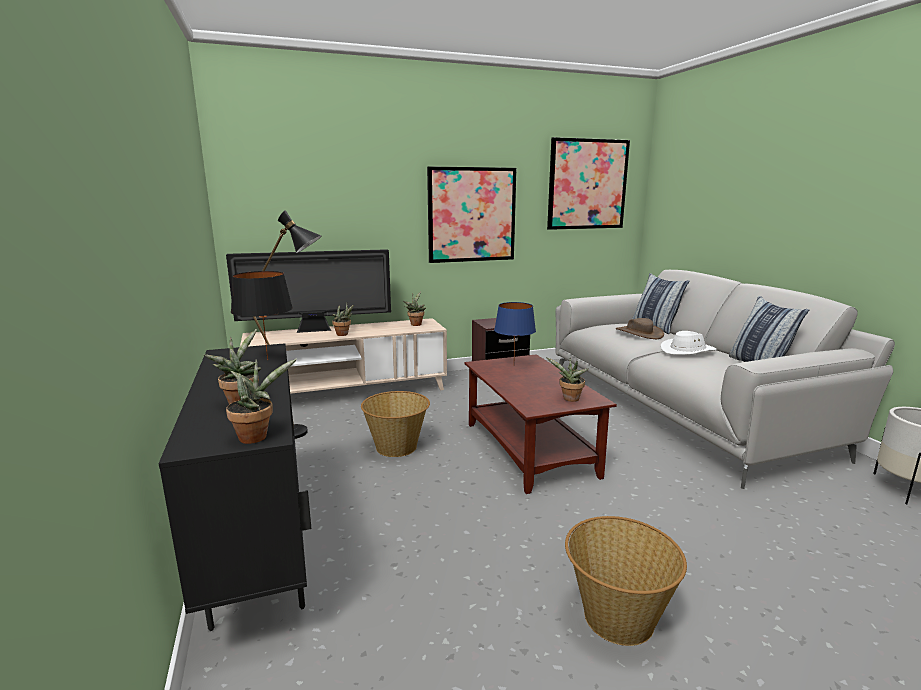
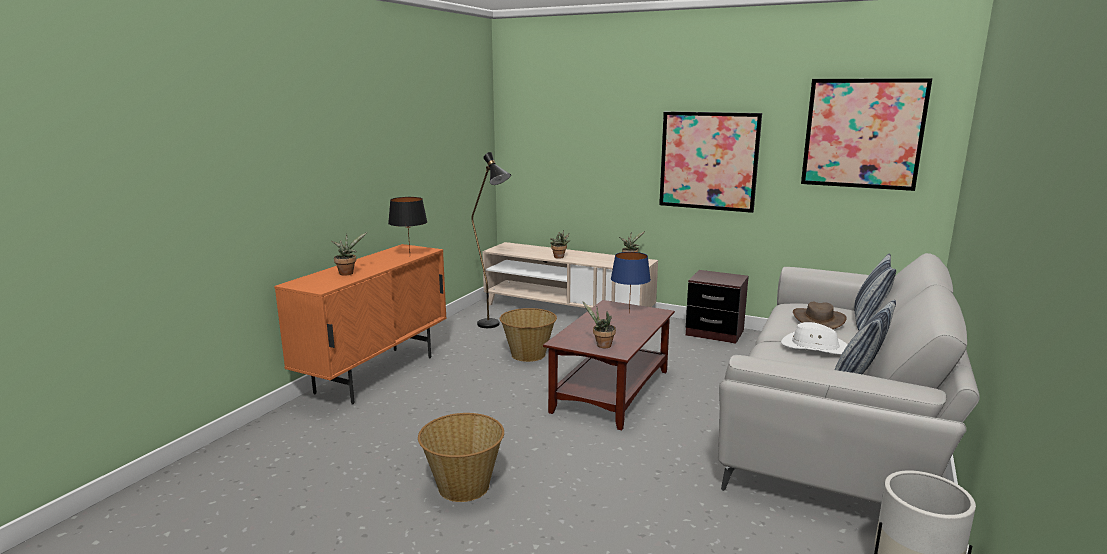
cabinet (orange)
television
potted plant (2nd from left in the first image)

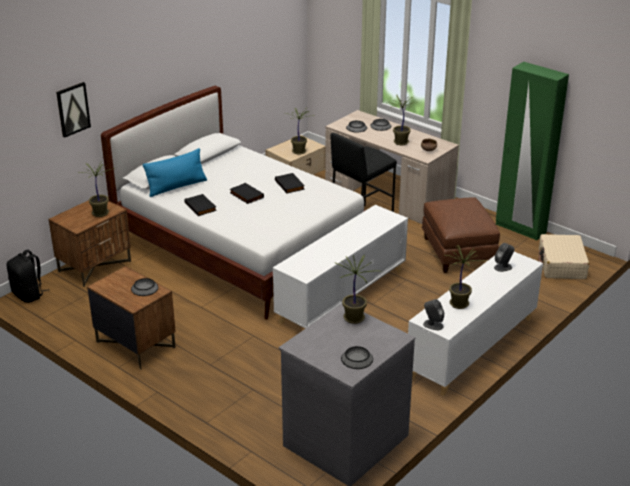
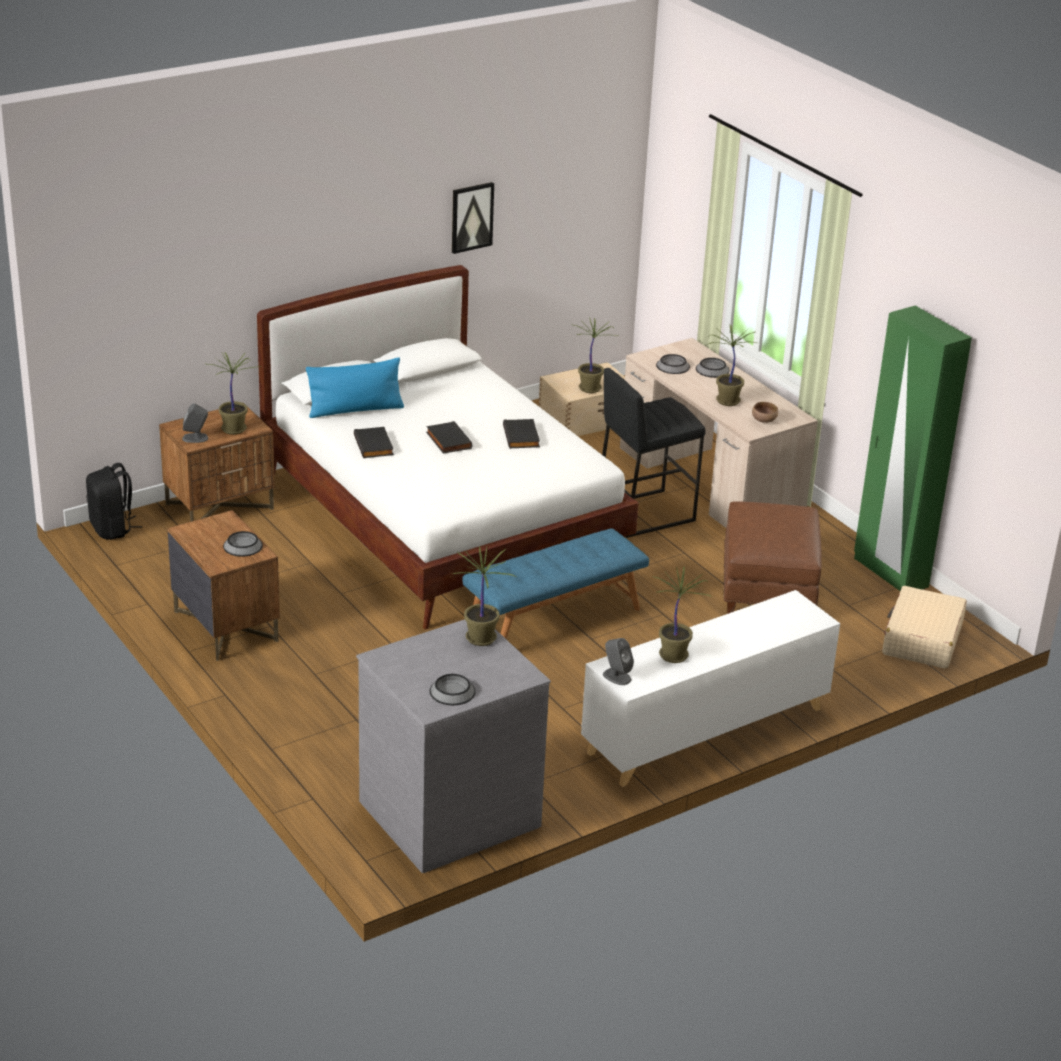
picture
bench (blue)
speaker (grey) (1st from left)

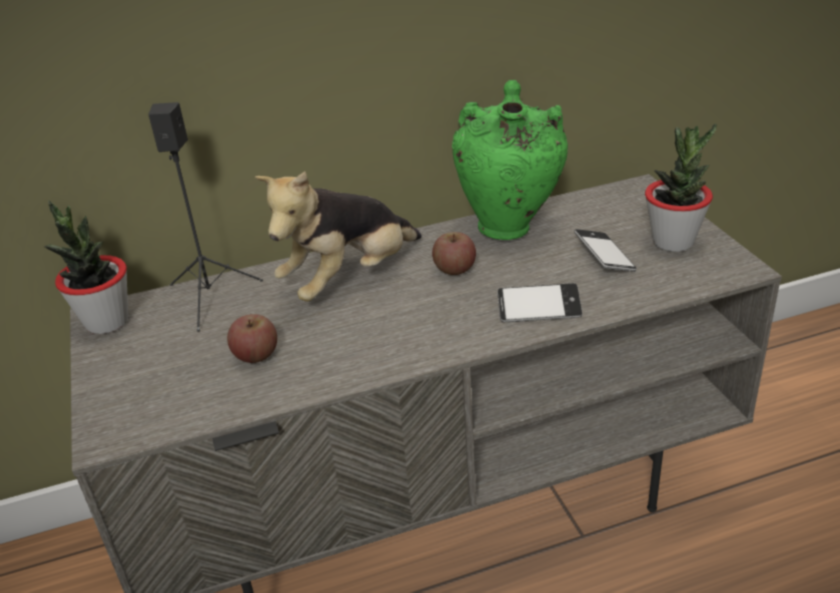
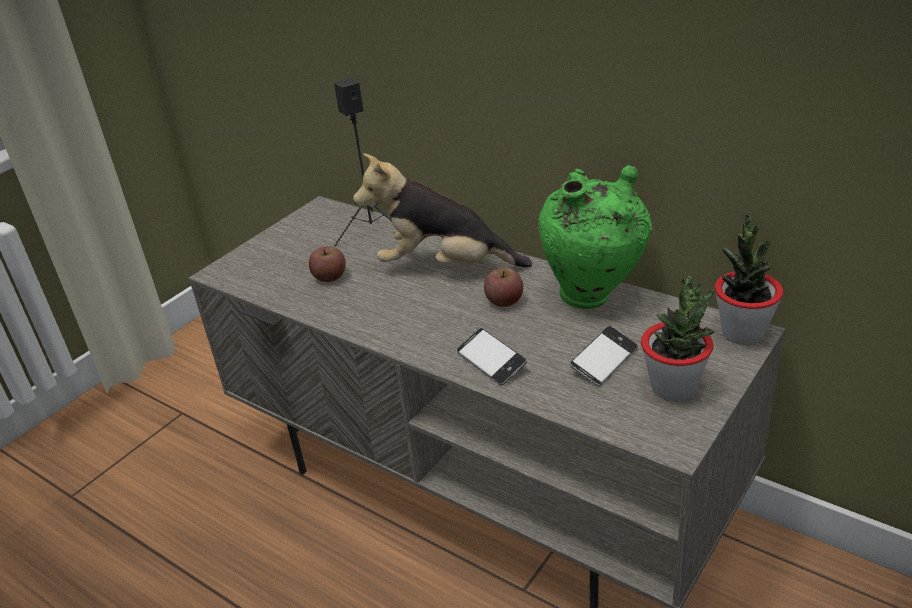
potted plant (2nd from left)

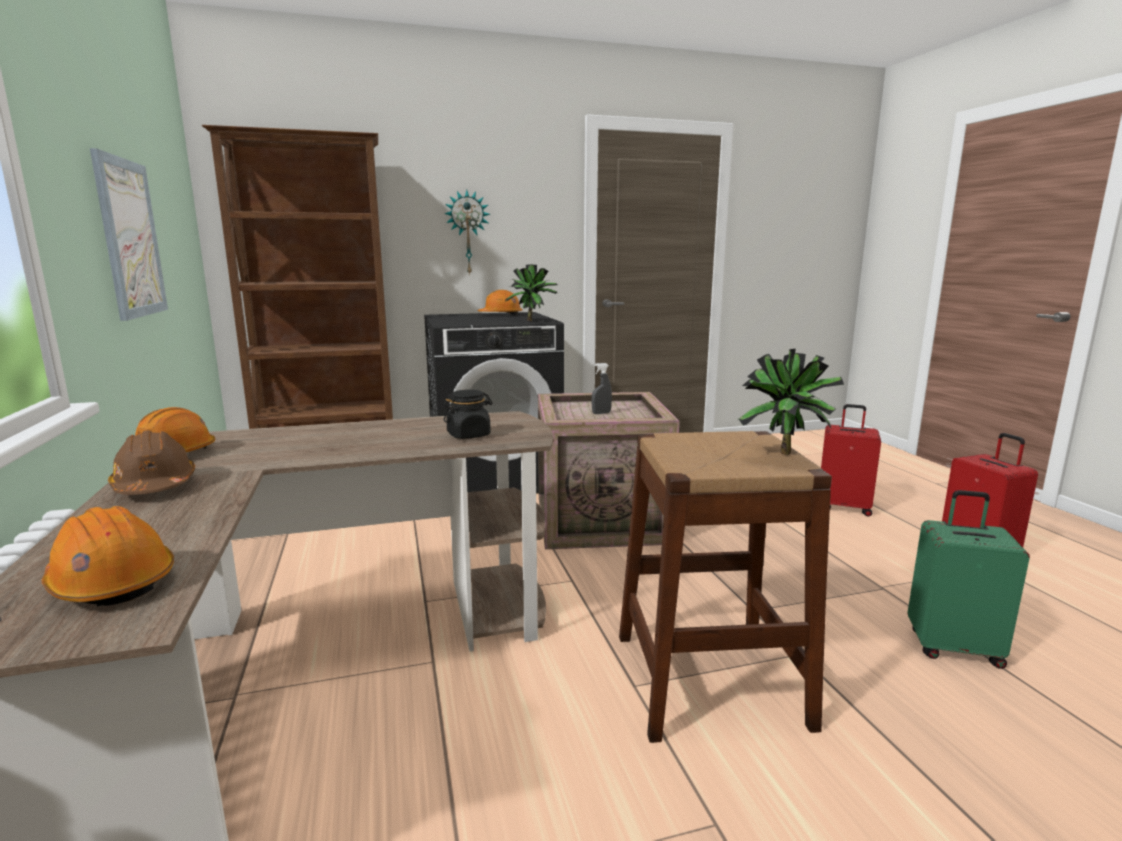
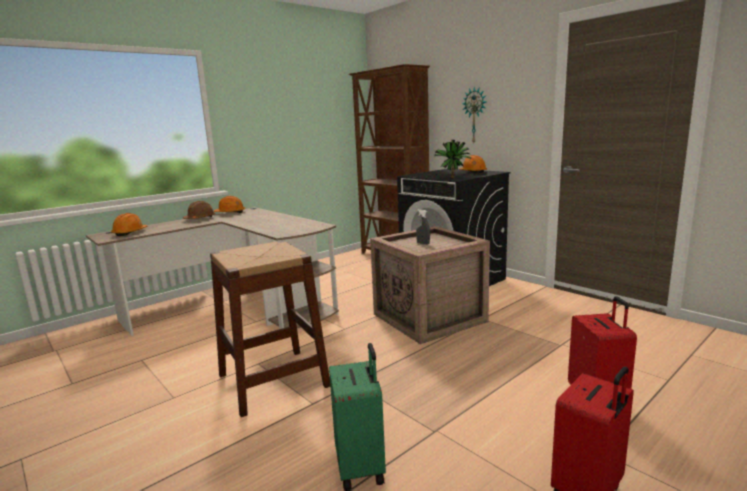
picture
jar (black)
potted plant (2nd from left in the first image)

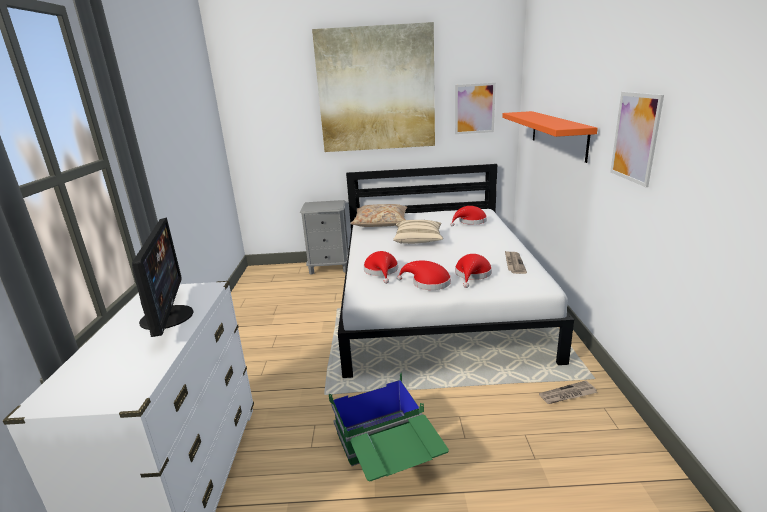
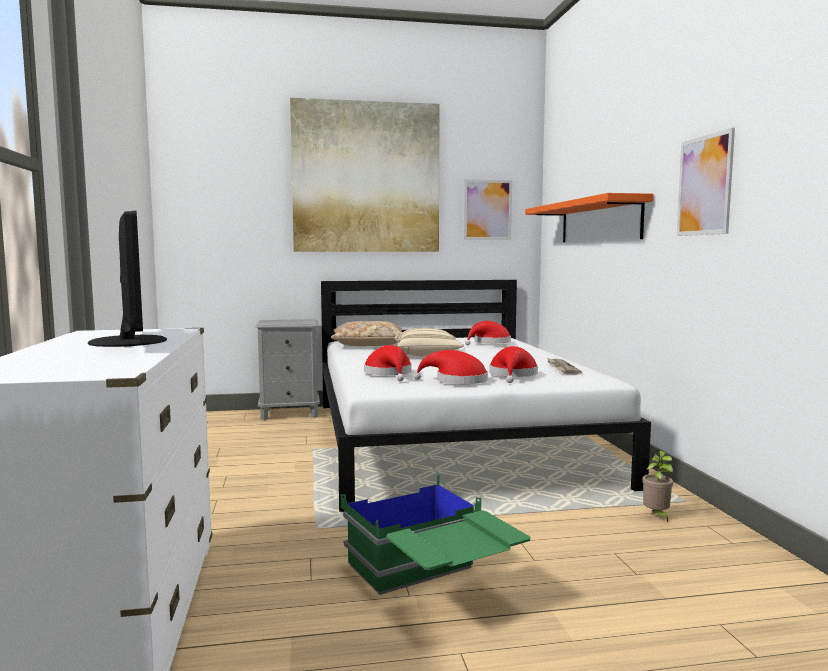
potted plant

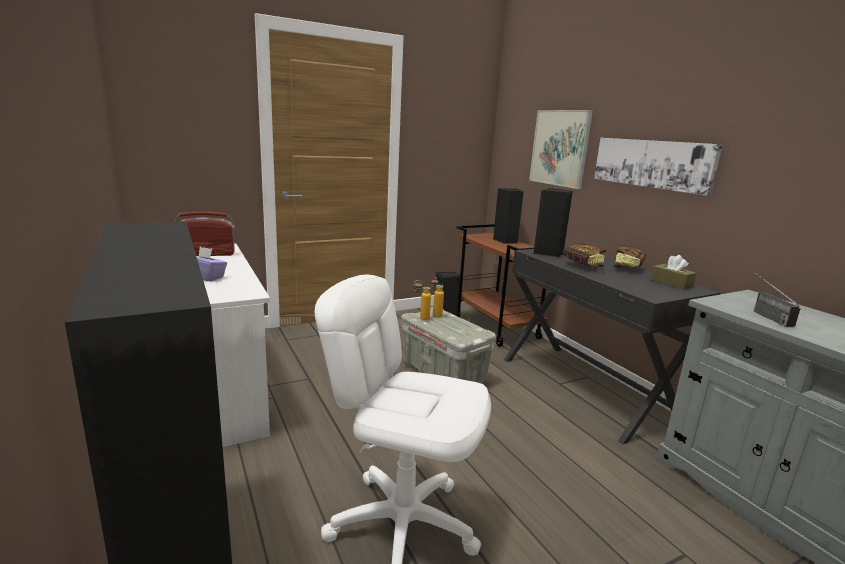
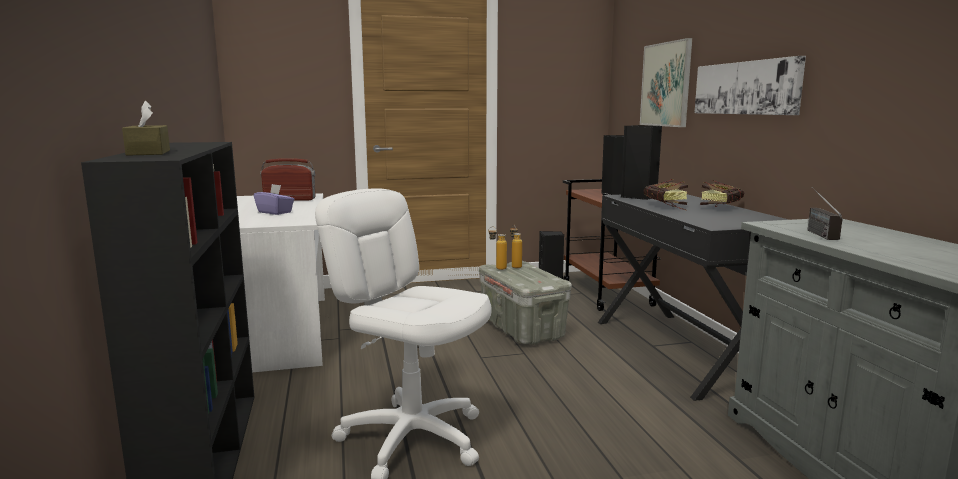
tissue box (brown)

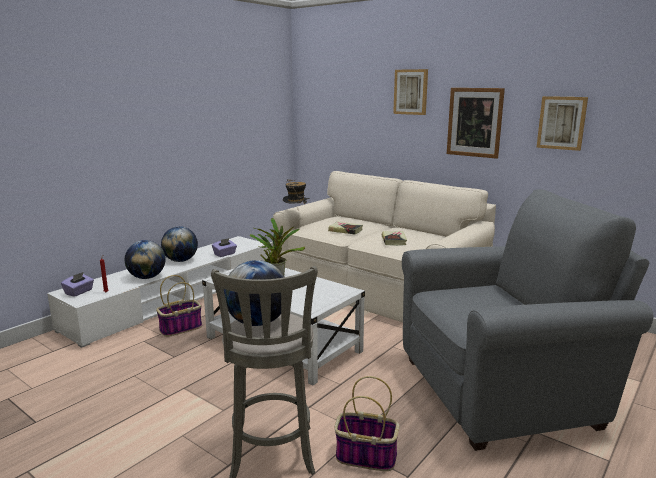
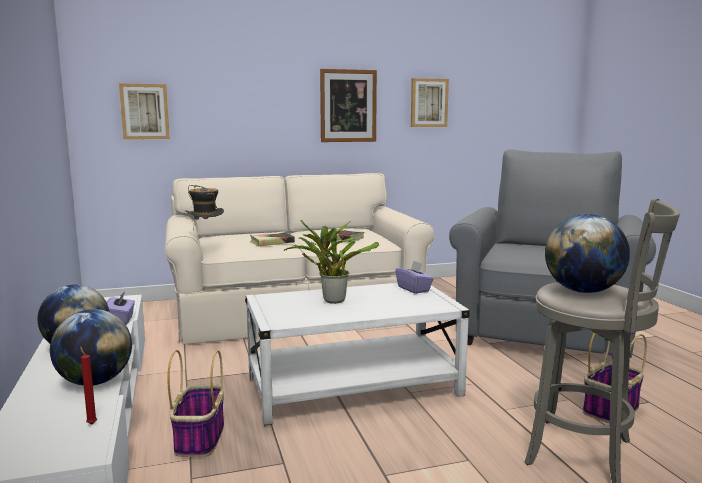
tissue box (purple) (2nd from left)
picture (1st from left)

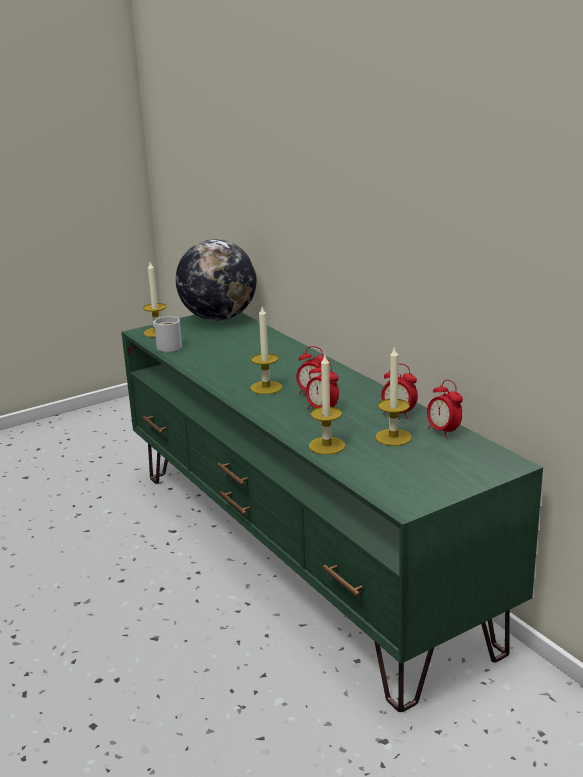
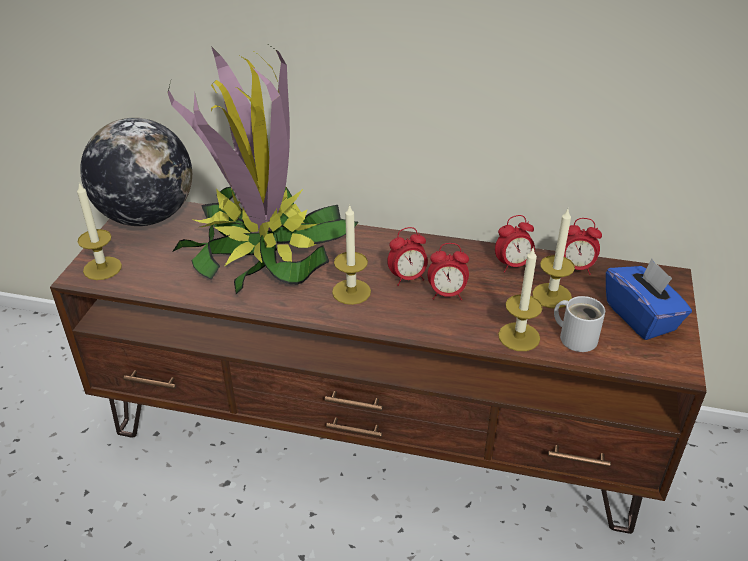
tv stand (brown)
mug (white)
potted plant
tissue box (blue)

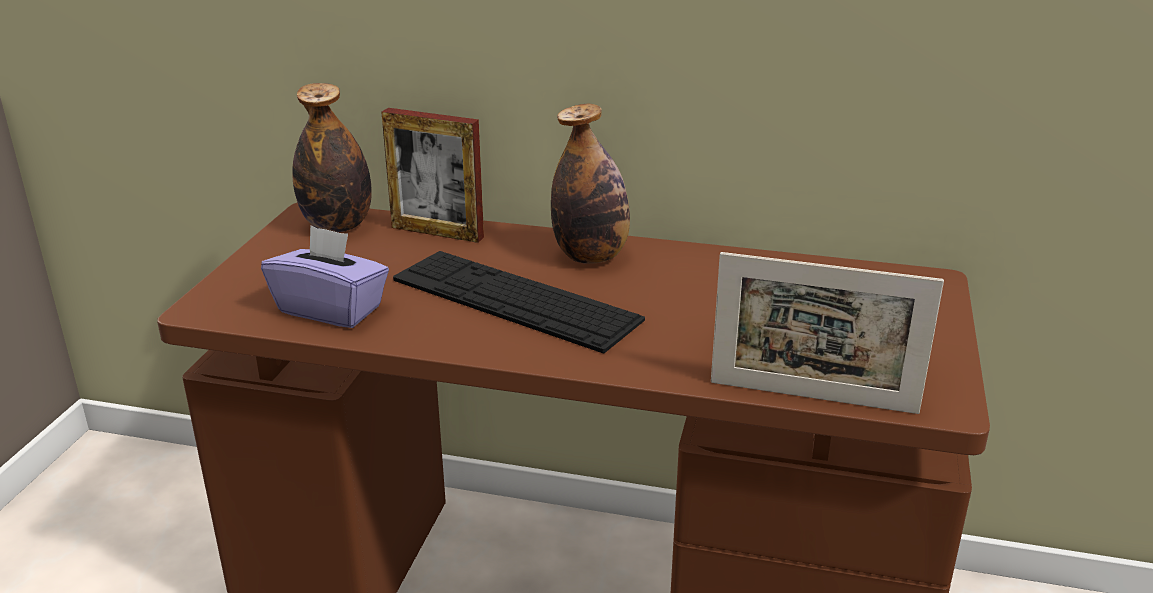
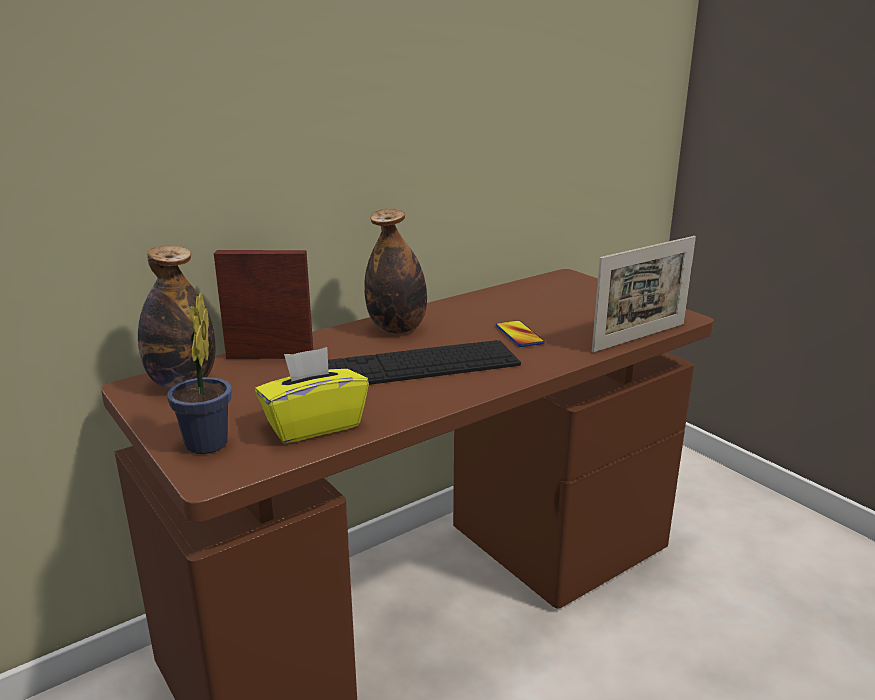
tissue box (yellow)
picture frame (1st from left)
potted plant
phone

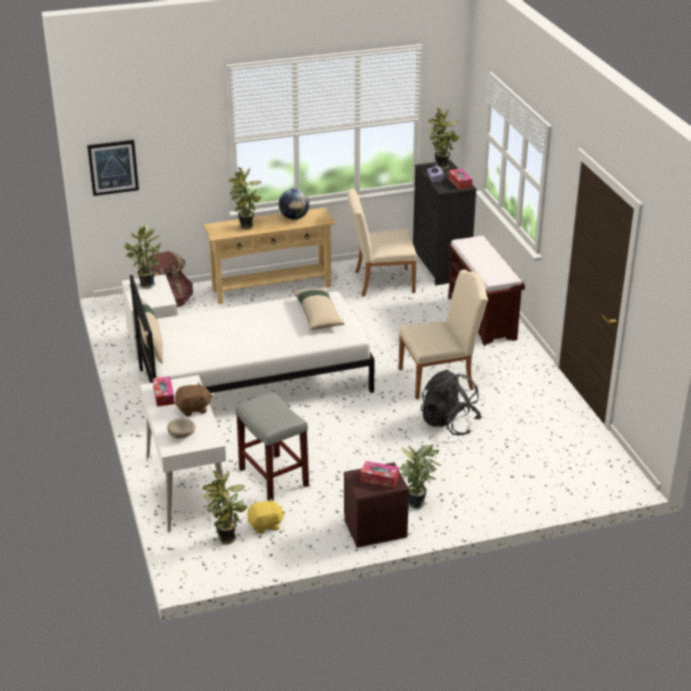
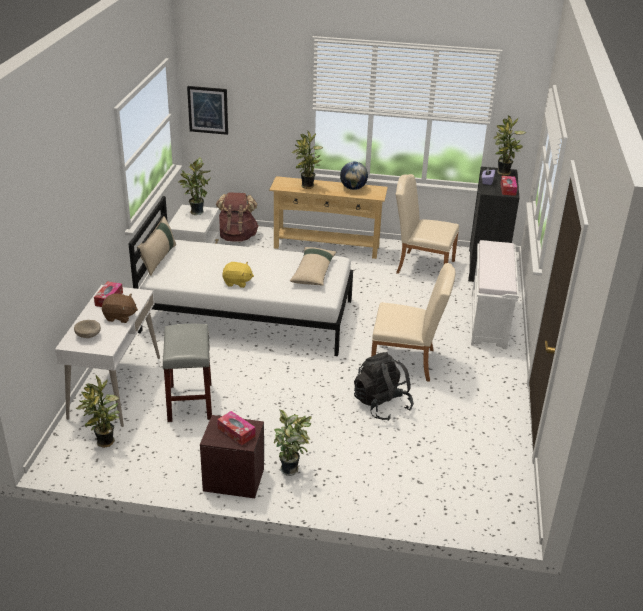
plush toy (yellow)
bench (white)

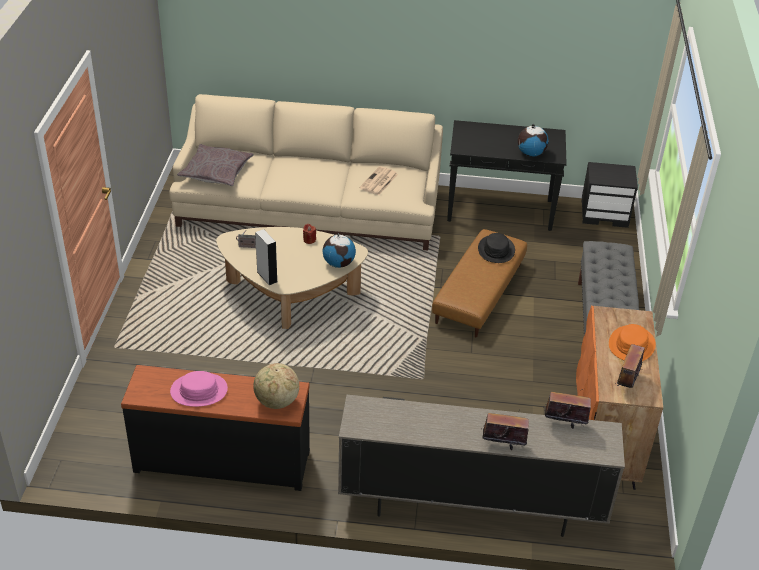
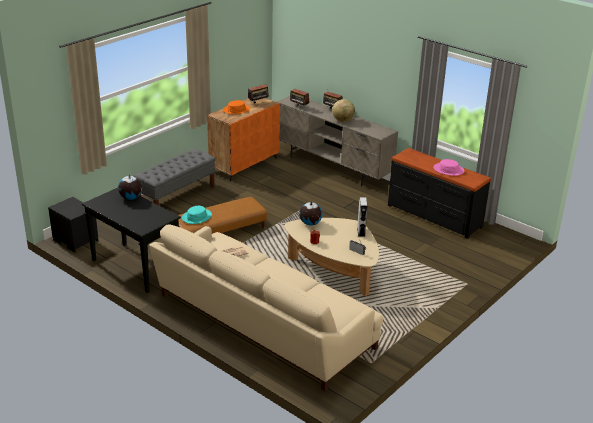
pillow (grey)
globe (3rd from left)
hat (turquoise)

